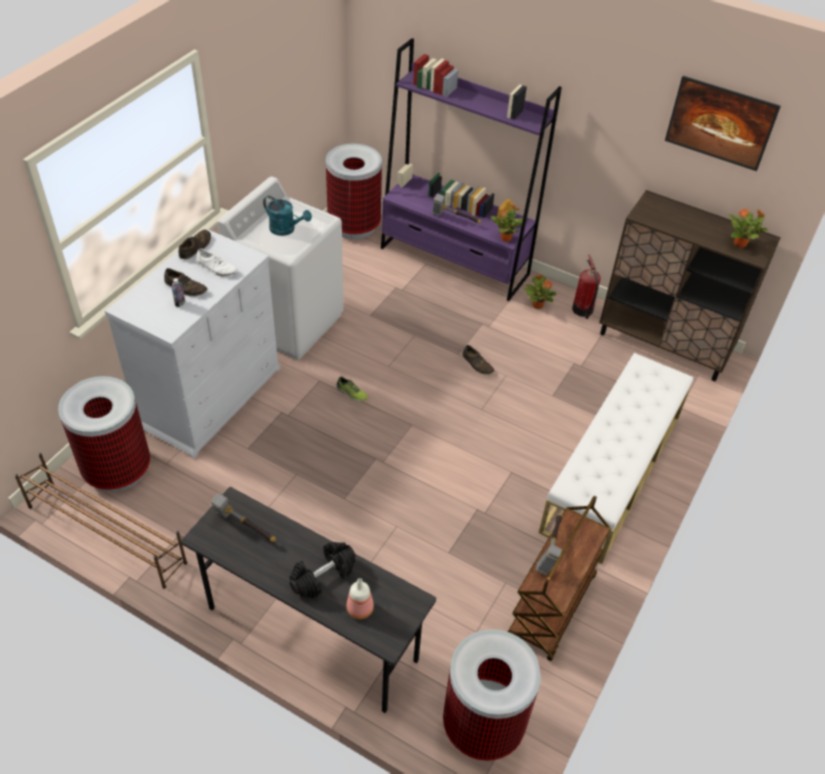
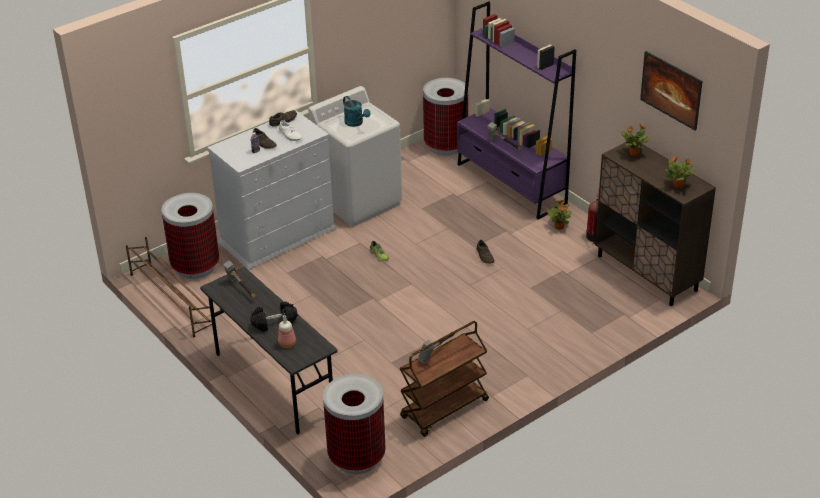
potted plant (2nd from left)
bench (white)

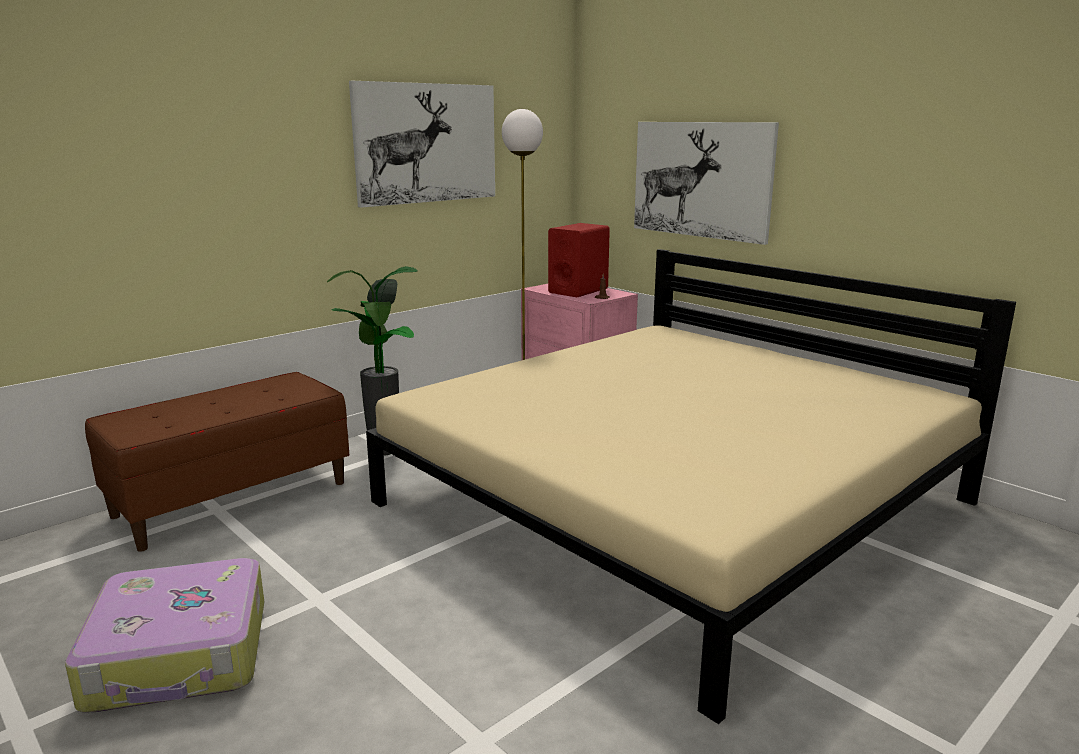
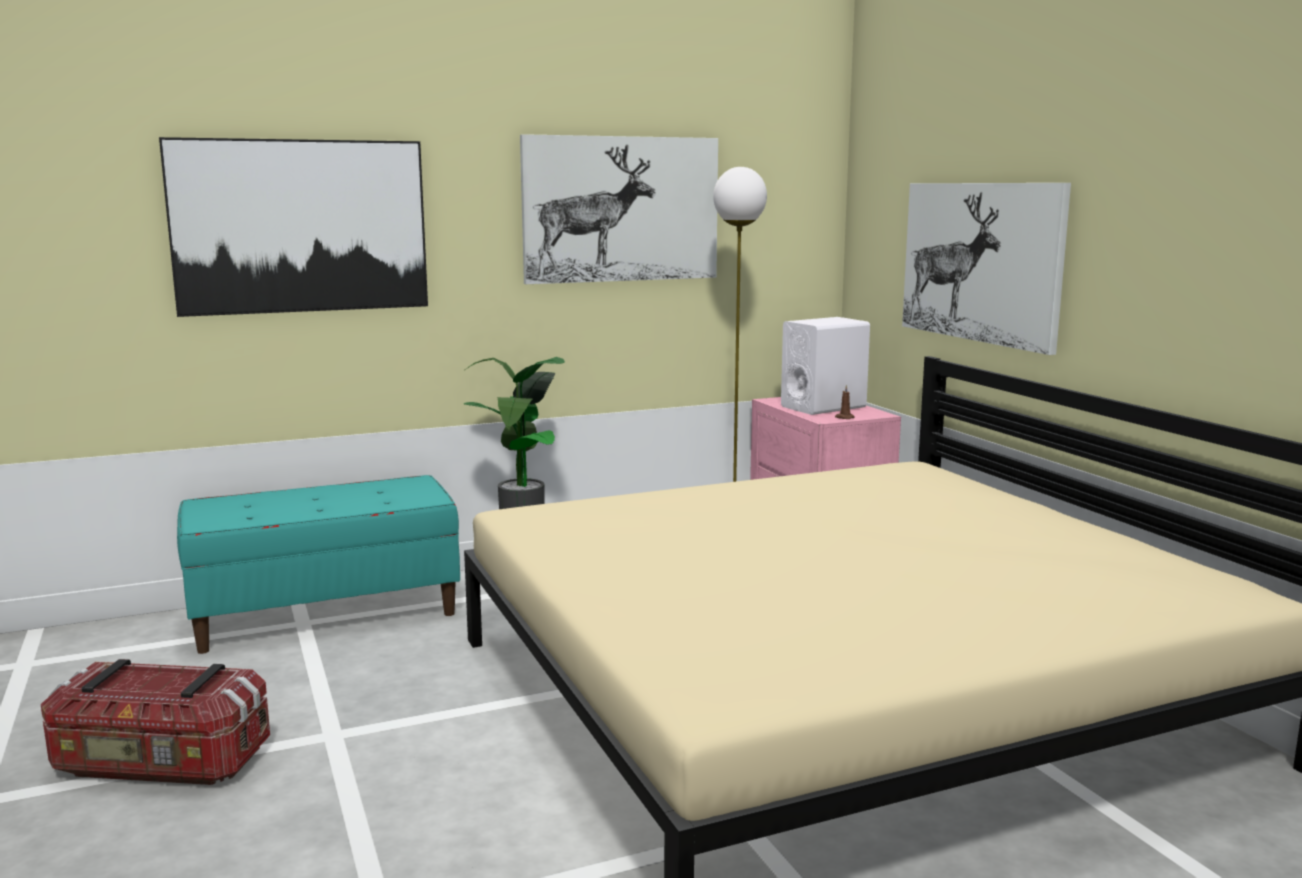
storage box
bench (turquoise)
speaker (white)
picture (1st from left)

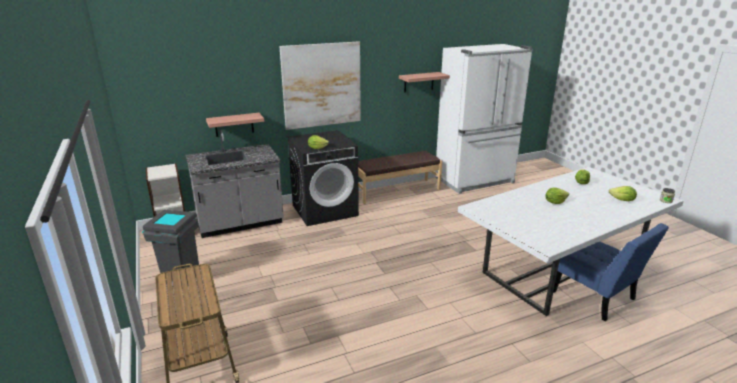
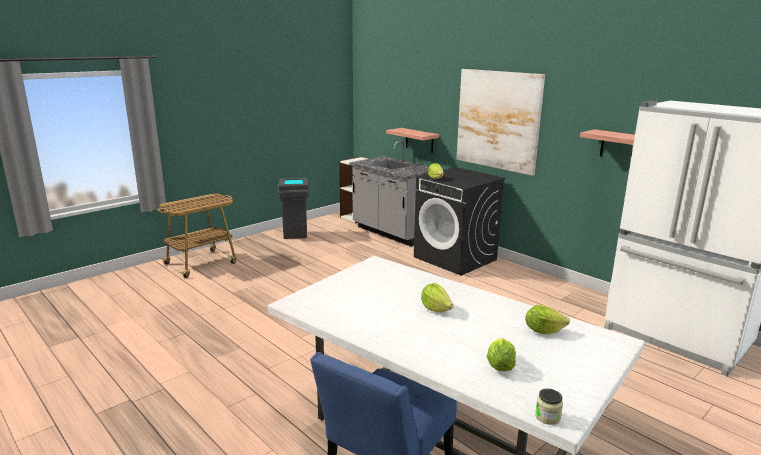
bench (brown)

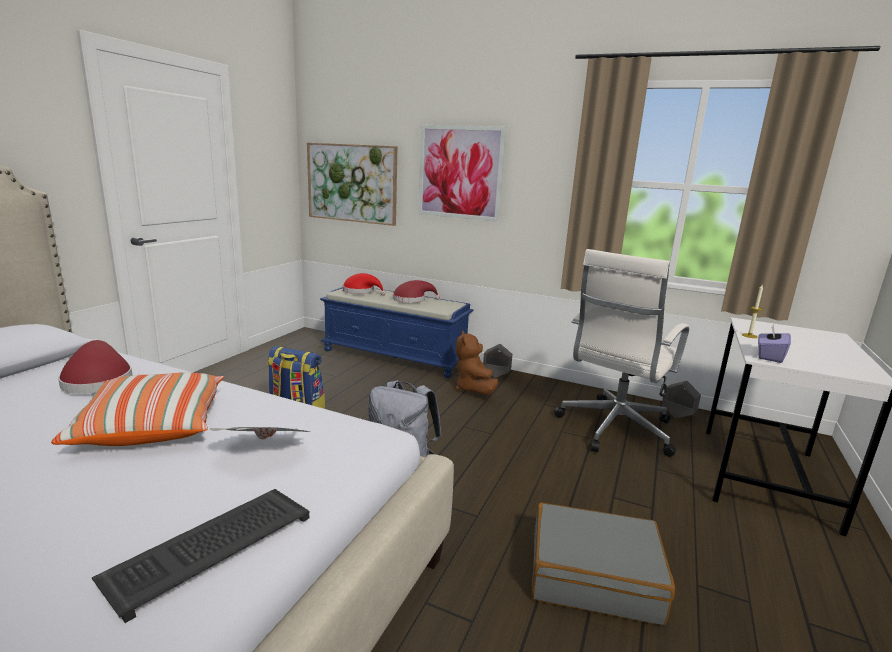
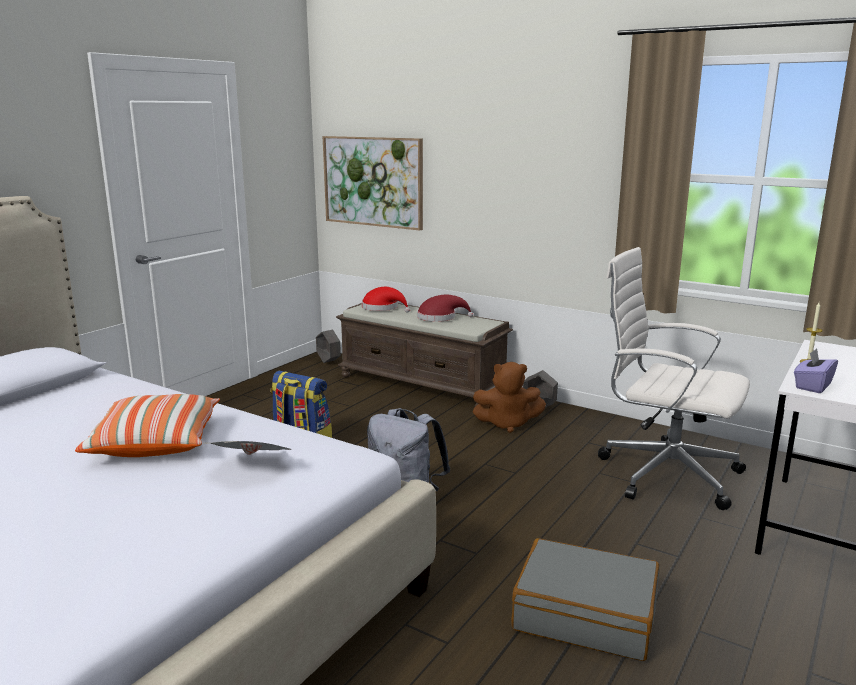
hat (red) (1st from left in the first image)
keyboard
bench (brown)
picture (2nd from left in the first image)
plush toy (brown)
office chair (white)
planter (grey) (1st from left)

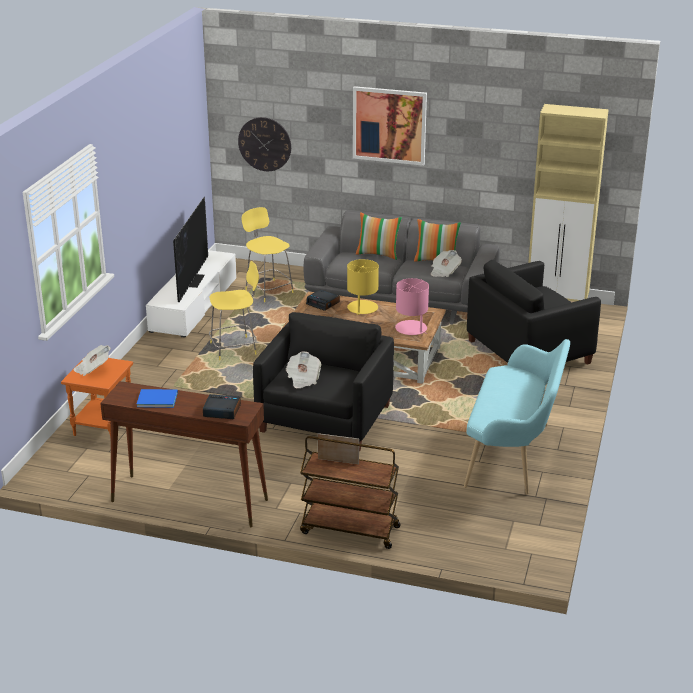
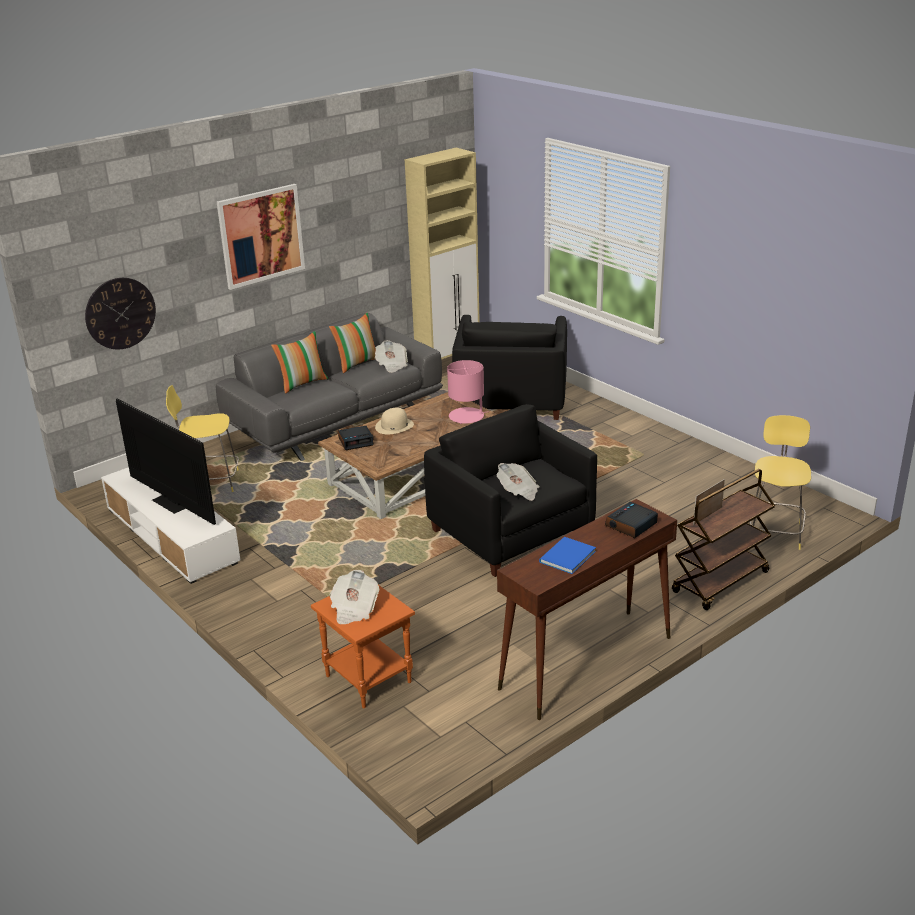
stool (yellow) (2nd from left)
hat (beige)
bench (turquoise)

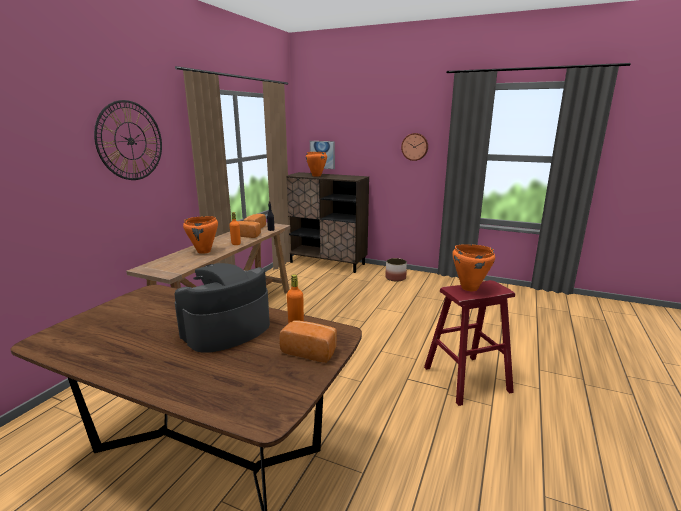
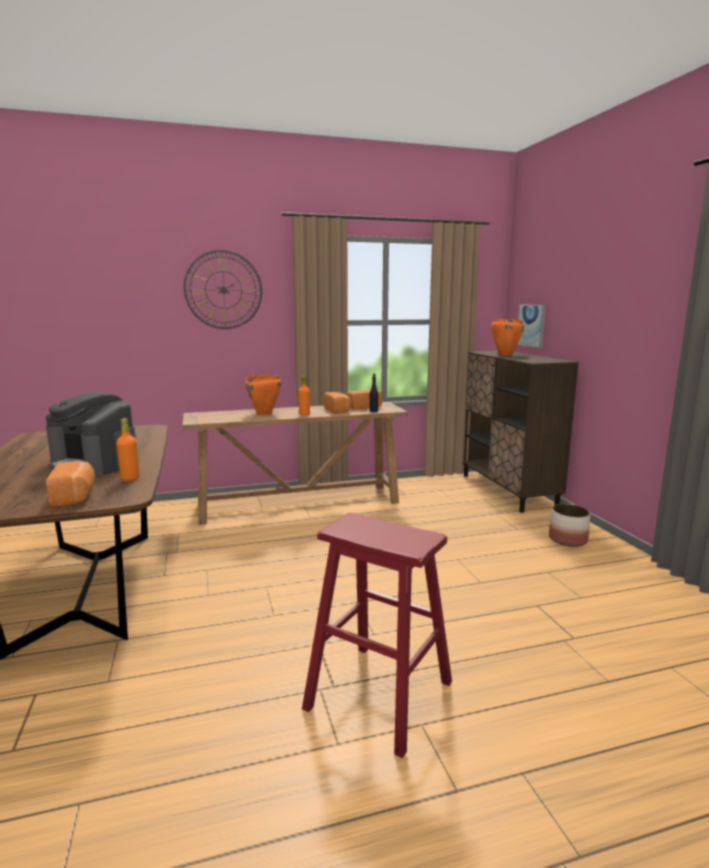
coffee machine
wall clock (2nd from left in the first image)
cooking pot (orange) (3rd from left in the first image)

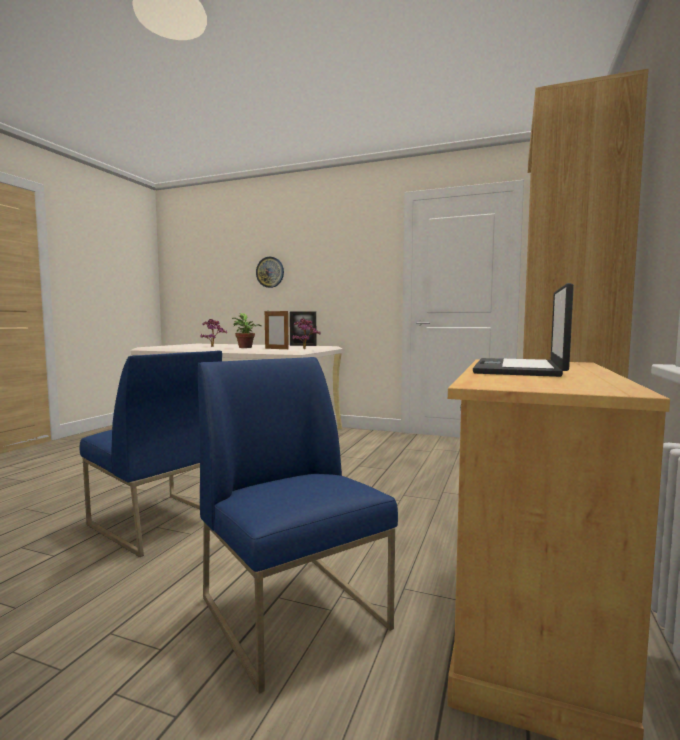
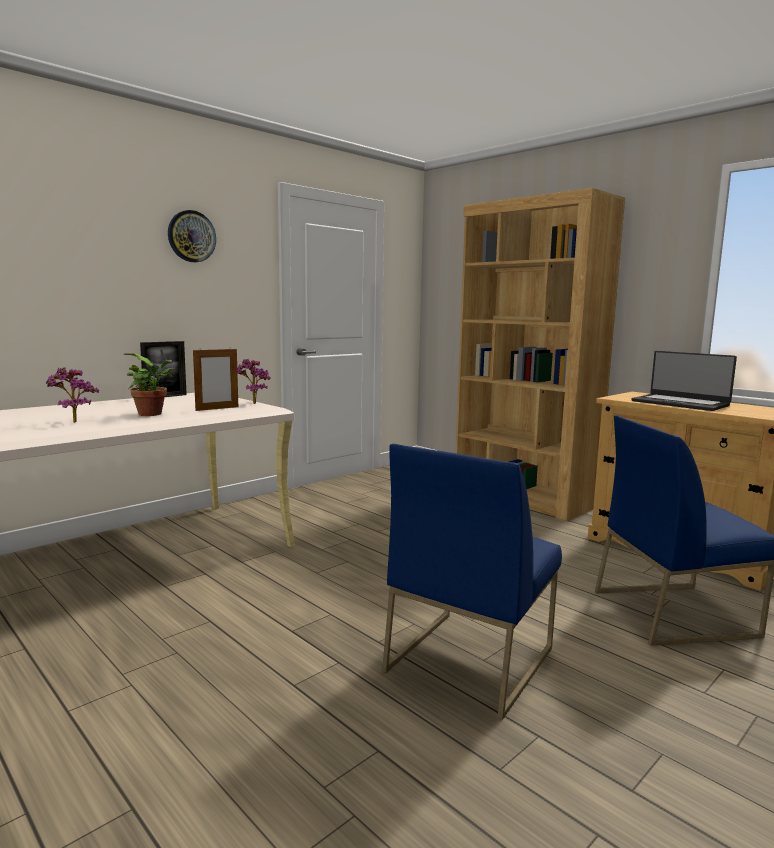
chair (blue) (1st from left)
wall clock

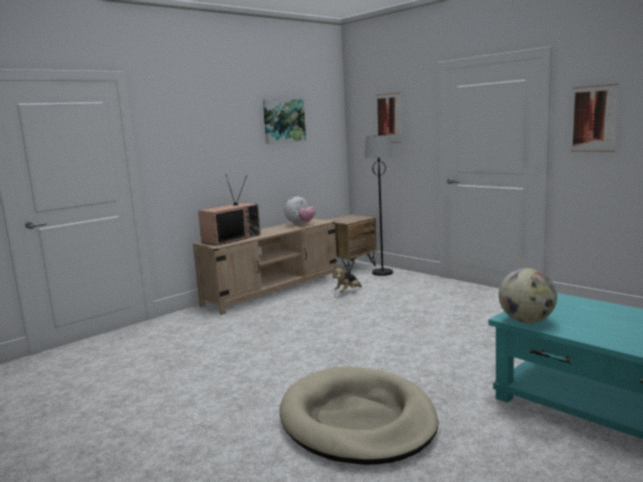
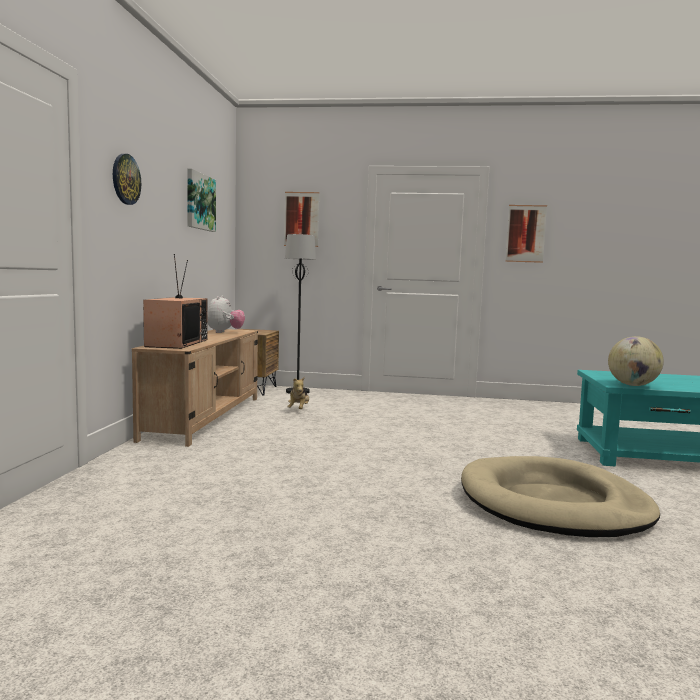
wall clock

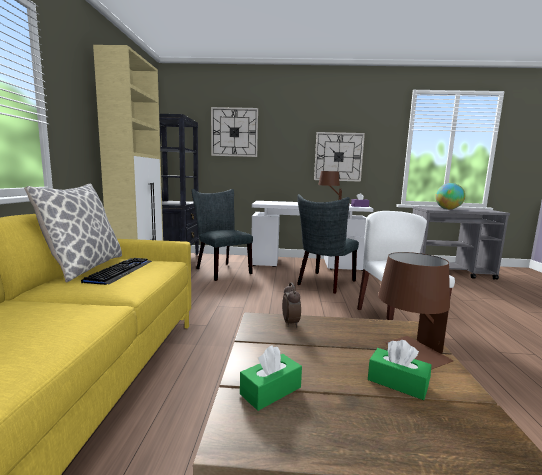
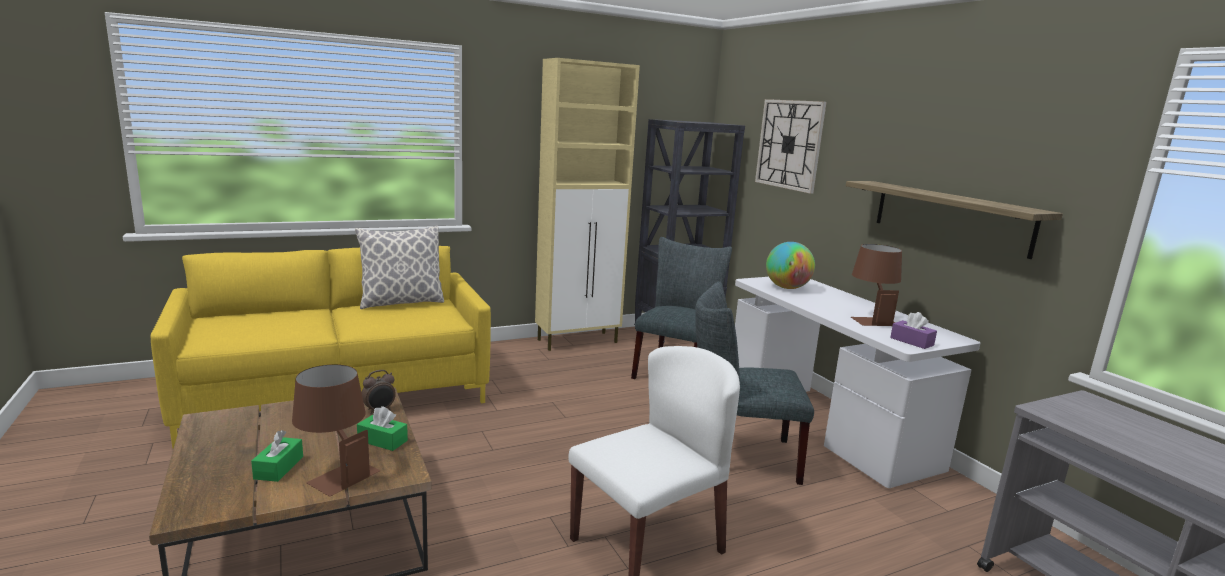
keyboard
tissue box (green) (2nd from left)
shelf
globe

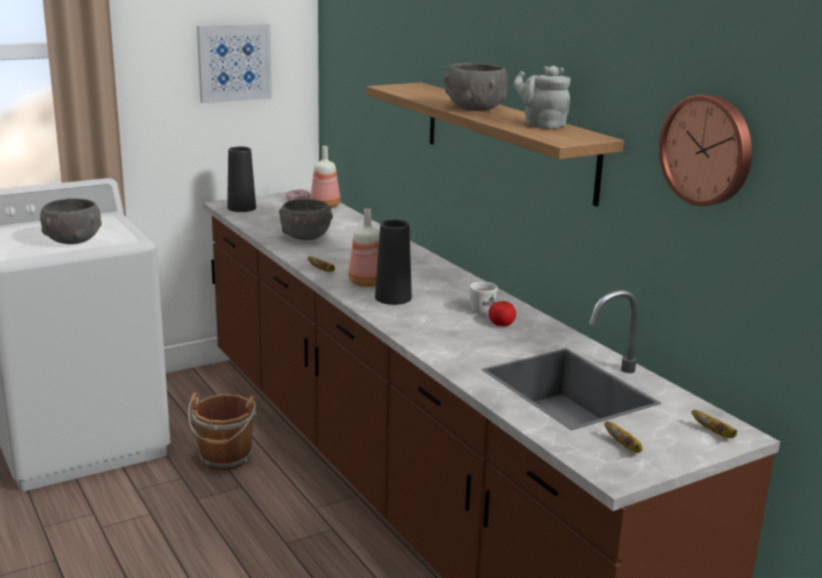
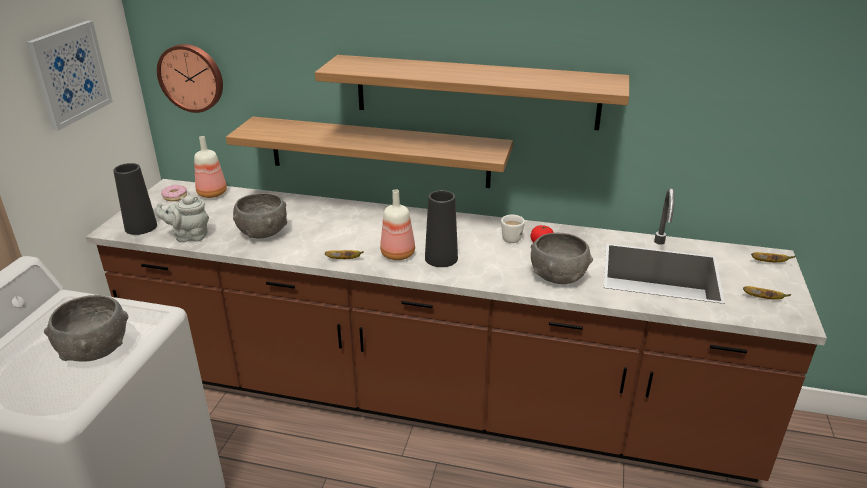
bucket (brown)
bowl (grey) (3rd from left)
teapot (grey)
wall clock
shelf (1st from left)

